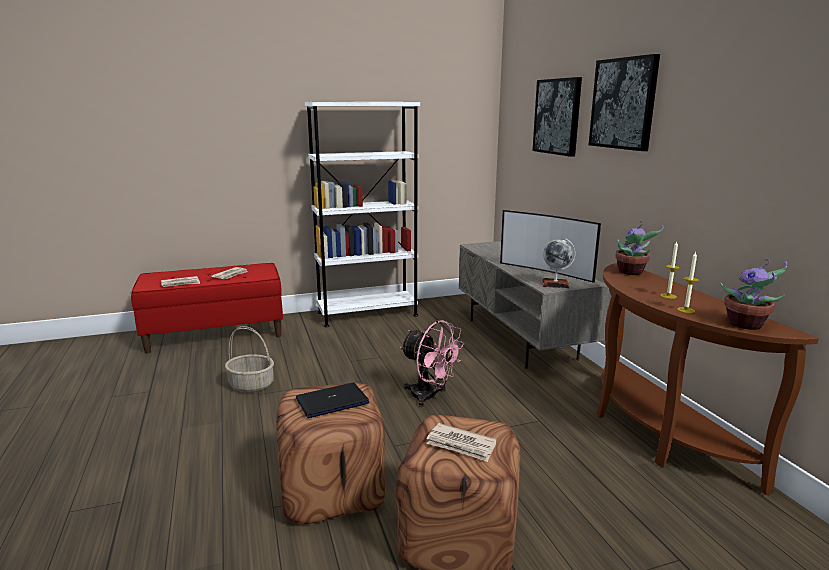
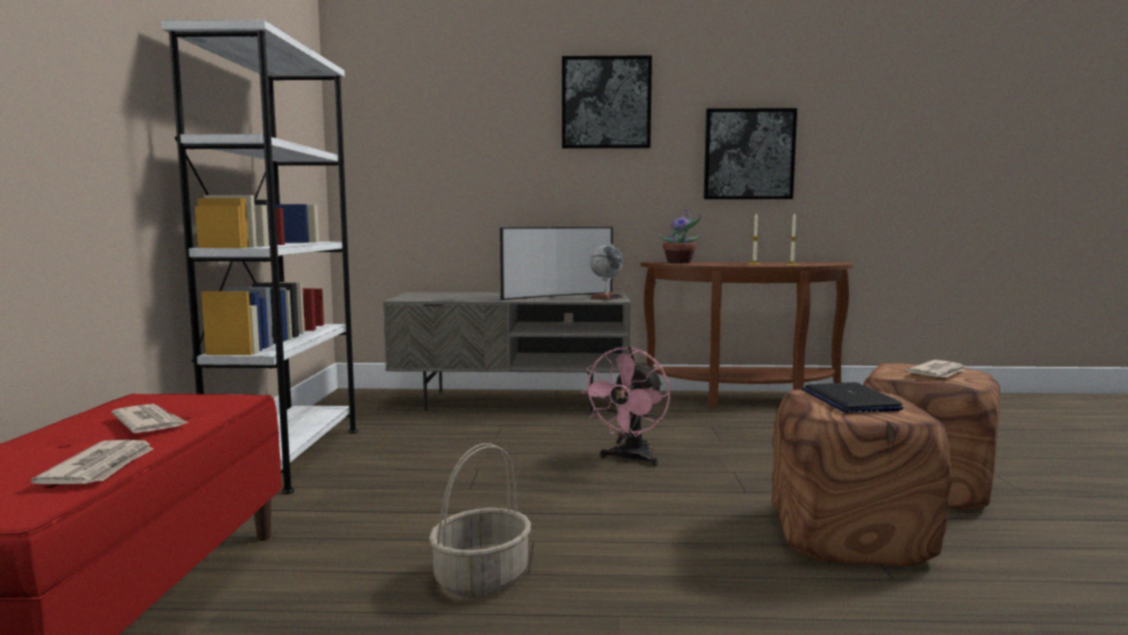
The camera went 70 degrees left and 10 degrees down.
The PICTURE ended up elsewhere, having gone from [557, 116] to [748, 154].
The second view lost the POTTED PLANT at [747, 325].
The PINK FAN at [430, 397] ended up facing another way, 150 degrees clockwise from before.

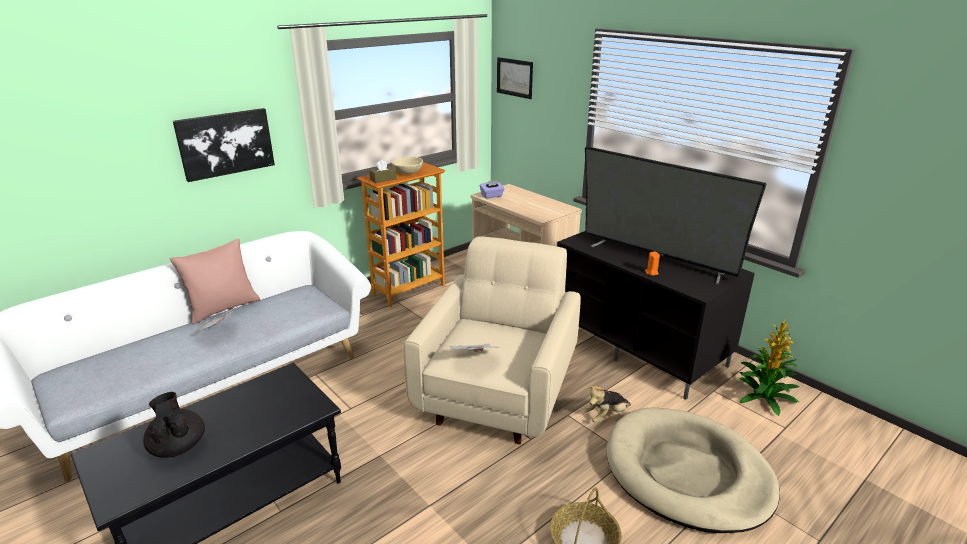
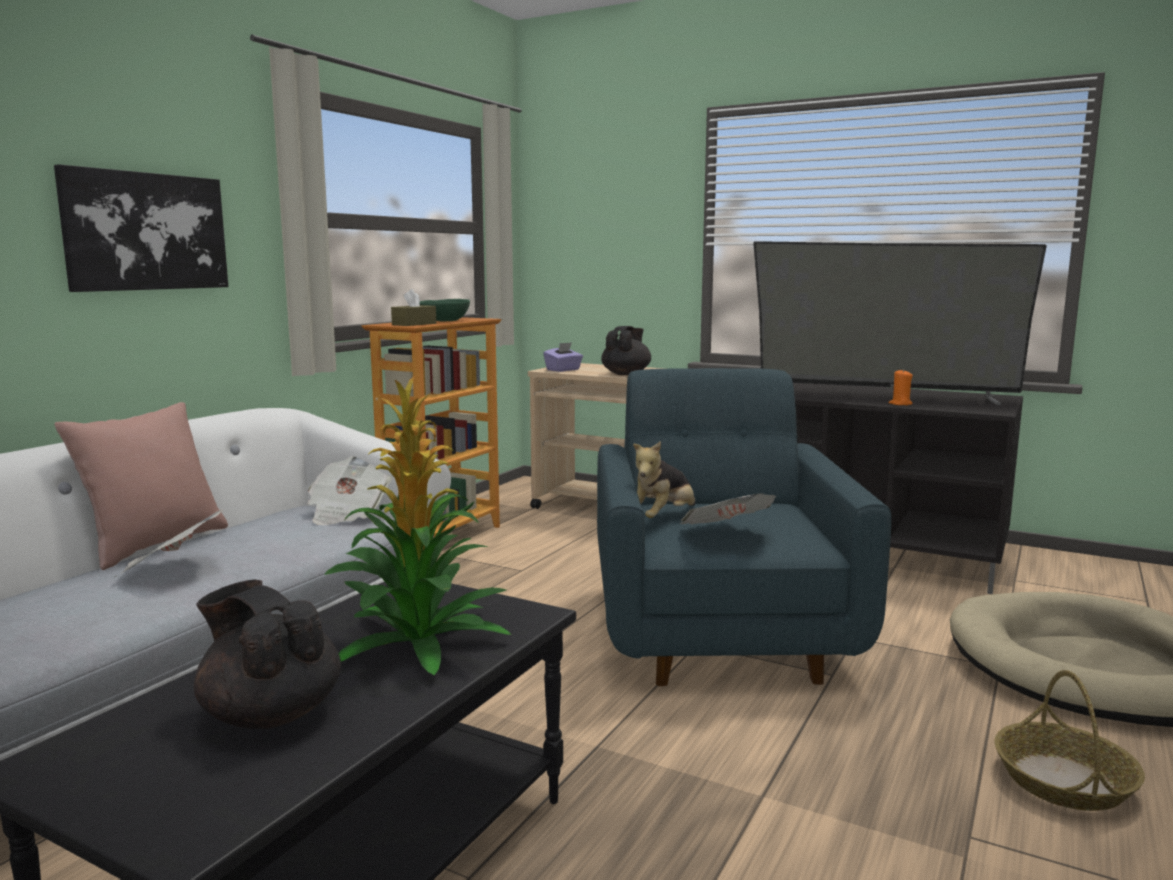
The camera went 20 degrees left and 15 degrees down.
The second view lost the PICTURE at [514, 77].
What was the BEIGE BOWL at [408, 172] turned into the GREEN BOWL at [444, 320].
What was the BEIGE ARMCHAIR at [497, 393] turned into the BLUE ARMCHAIR at [718, 631].
The POTTED PLANT ended up elsewhere, having gone from [764, 398] to [419, 643].
The PLUSH TOY ended up elsewhere, having gone from [606, 416] to [663, 518].
The second view gained the BLACK TEAPOT at [626, 374].
The second view gained the NEWSPAPER at [347, 513].

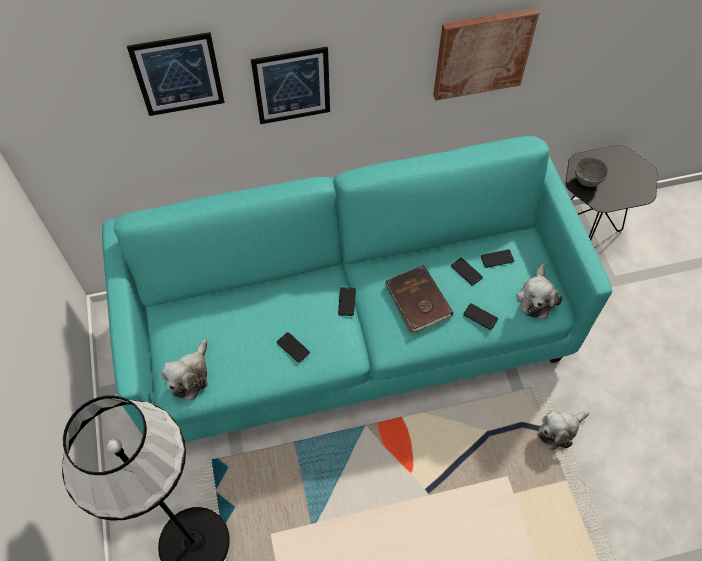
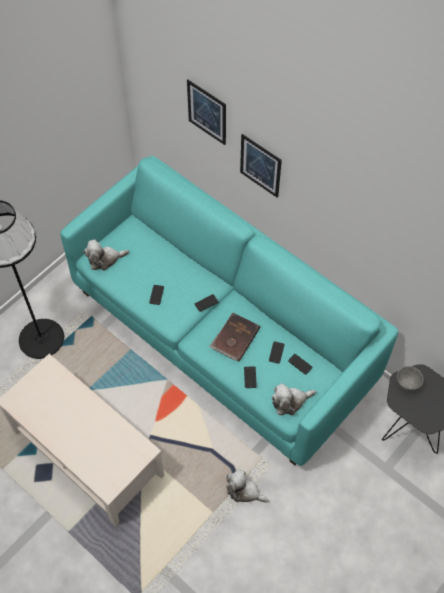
The camera went 55 degrees right and 0 degrees up.
The second view lost the PICTURE at [482, 53].

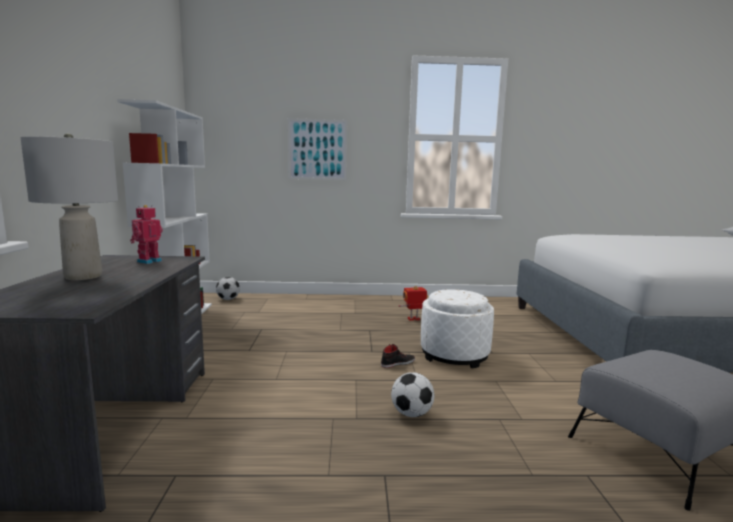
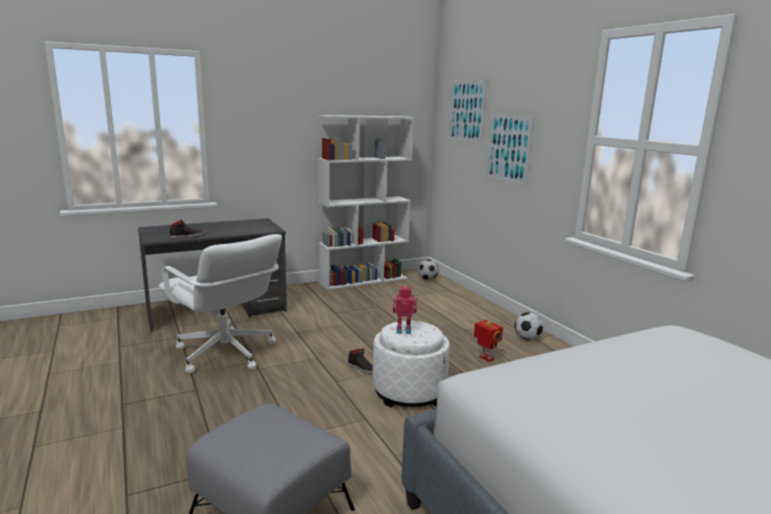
The camera went 65 degrees right and 5 degrees up.
The second view lost the GREY TABLE LAMP at [82, 276].
The TOY ROBOT ended up elsewhere, having gone from [148, 261] to [403, 330].
The FOOTBALL ended up elsewhere, having gone from [411, 414] to [527, 338].
The second view gained the PICTURE at [466, 111].
The second view gained the BLACK SHOE at [186, 236].
The second view gained the WHITE OFFICE CHAIR at [225, 354].

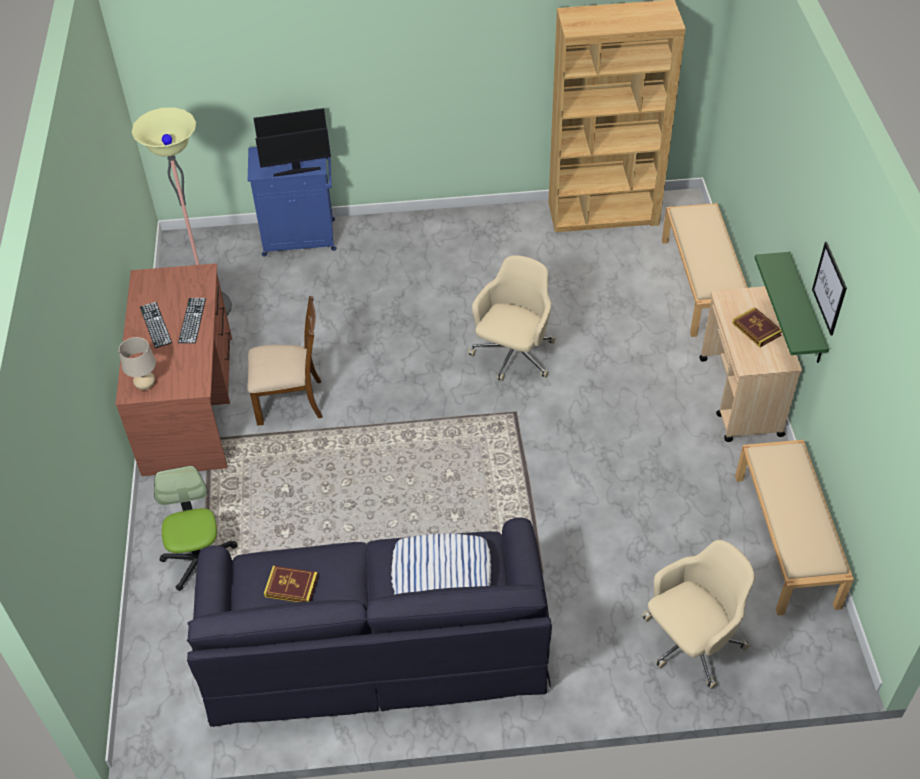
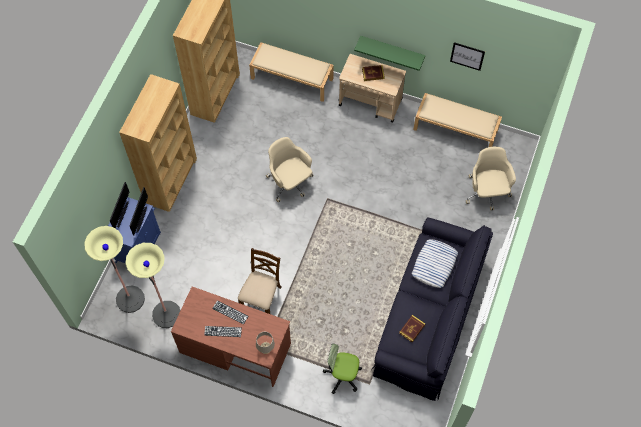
The camera went 65 degrees left and 15 degrees up.
The PICTURE ended up elsewhere, having gone from [829, 288] to [467, 56].
The second view gained the BROWN BOOKCASE at [171, 180].
The second view gained the FLOOR LAMP at [130, 299].

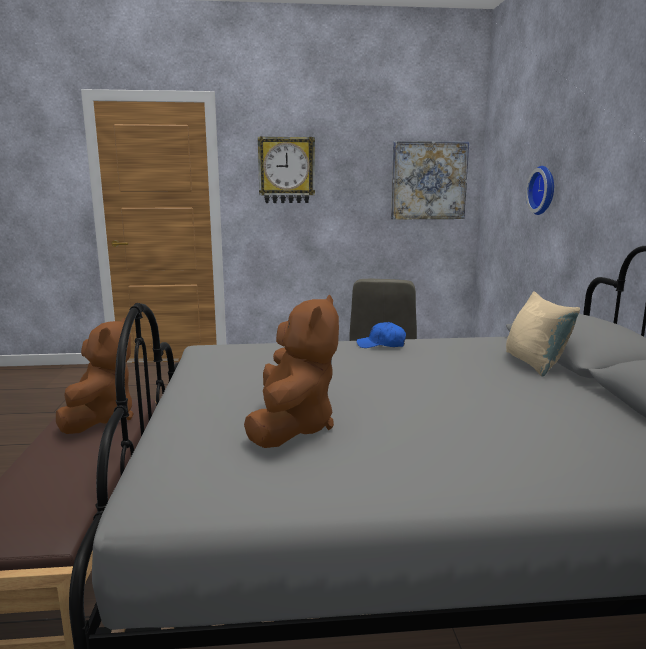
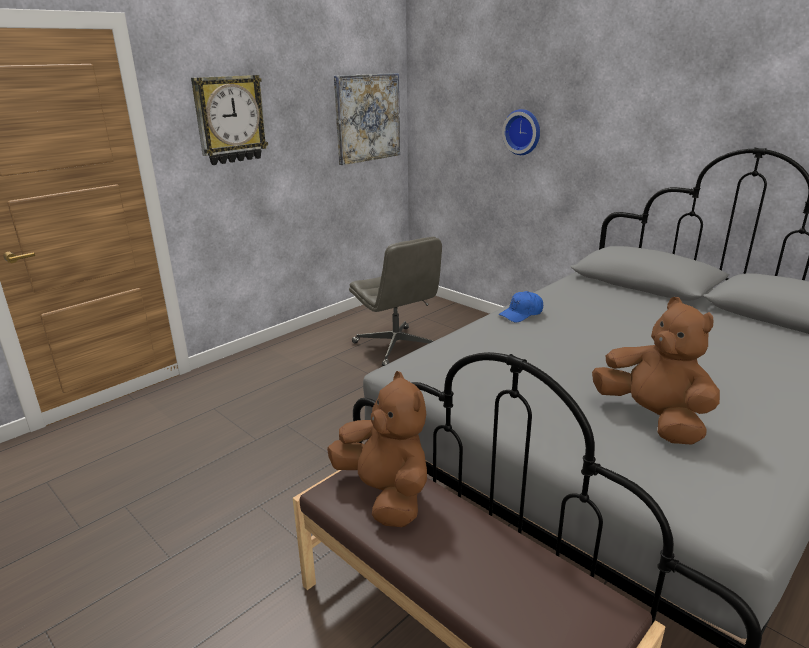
The camera went 40 degrees left and 10 degrees up.
The second view lost the BEIGE PILLOW at [534, 363].

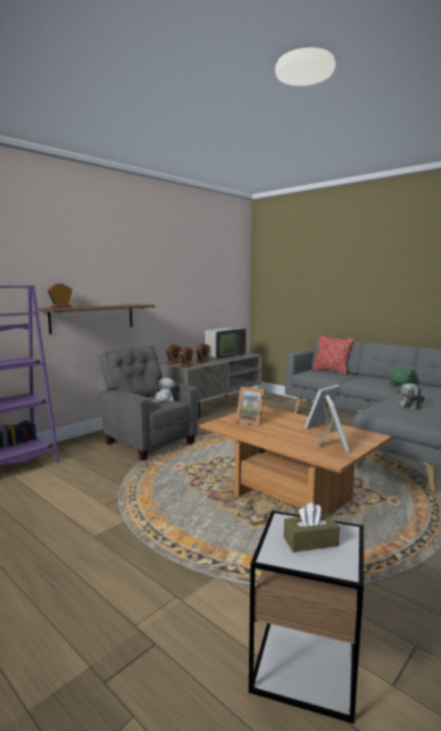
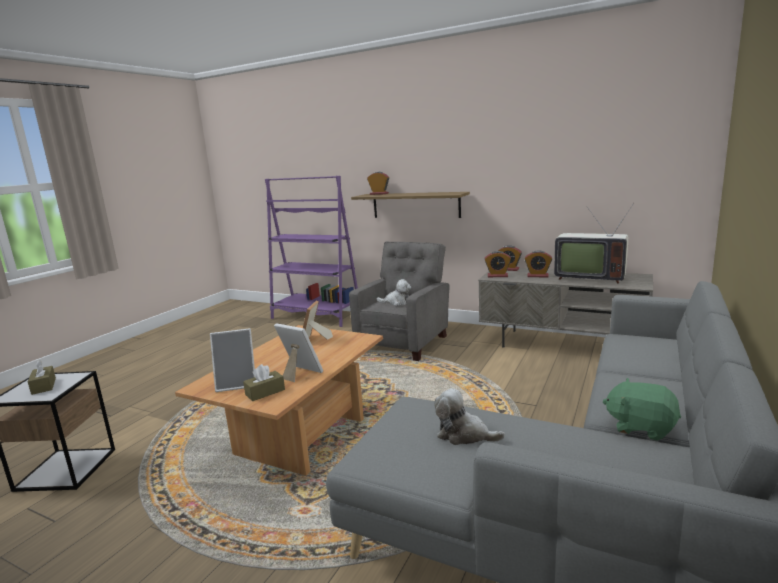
The camera went 75 degrees right and 5 degrees up.
The second view lost the PILLOW at [331, 371].
The second view gained the BROWN TISSUE BOX at [265, 392].

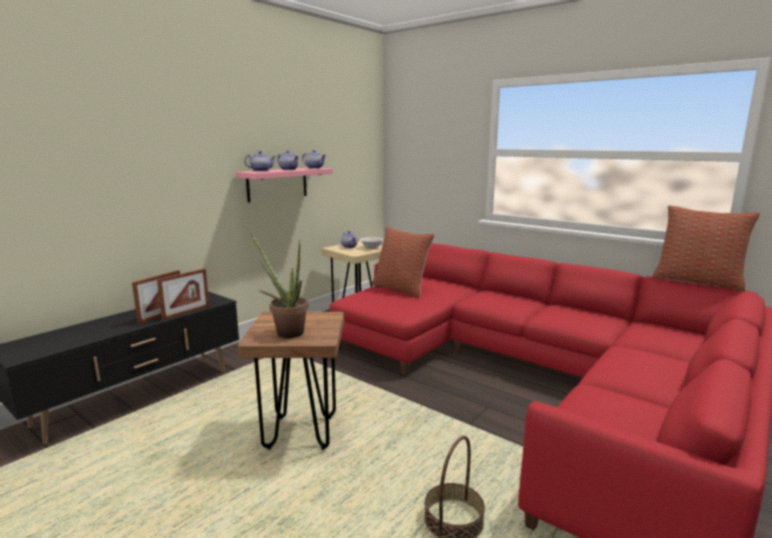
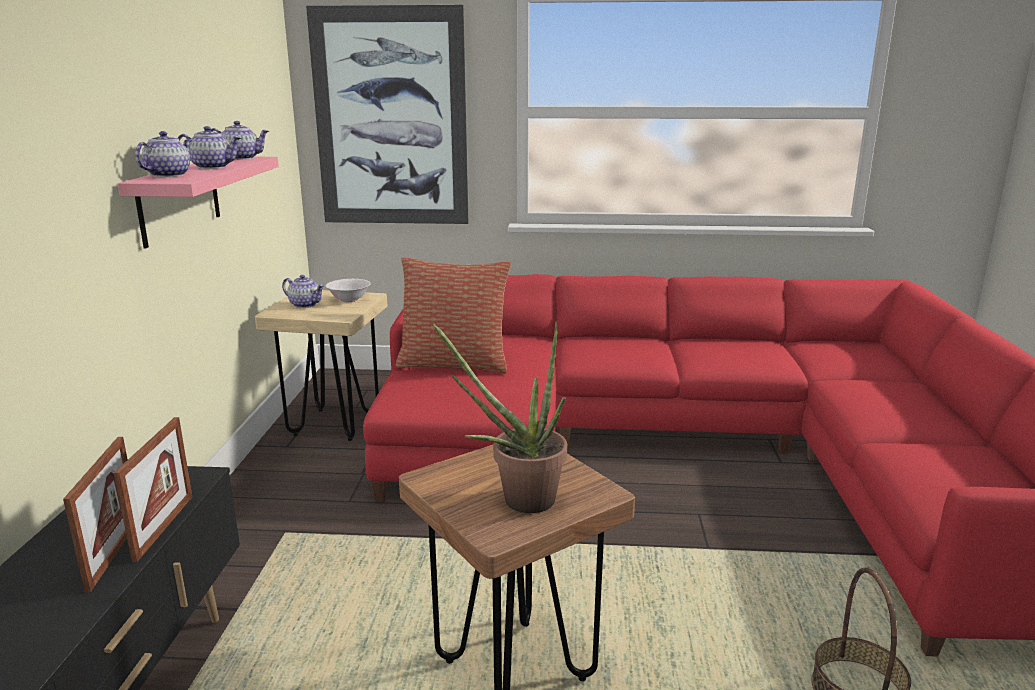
The camera went 35 degrees left and 5 degrees up.
The second view lost the PILLOW at [697, 281].
The second view gained the PICTURE at [391, 119].

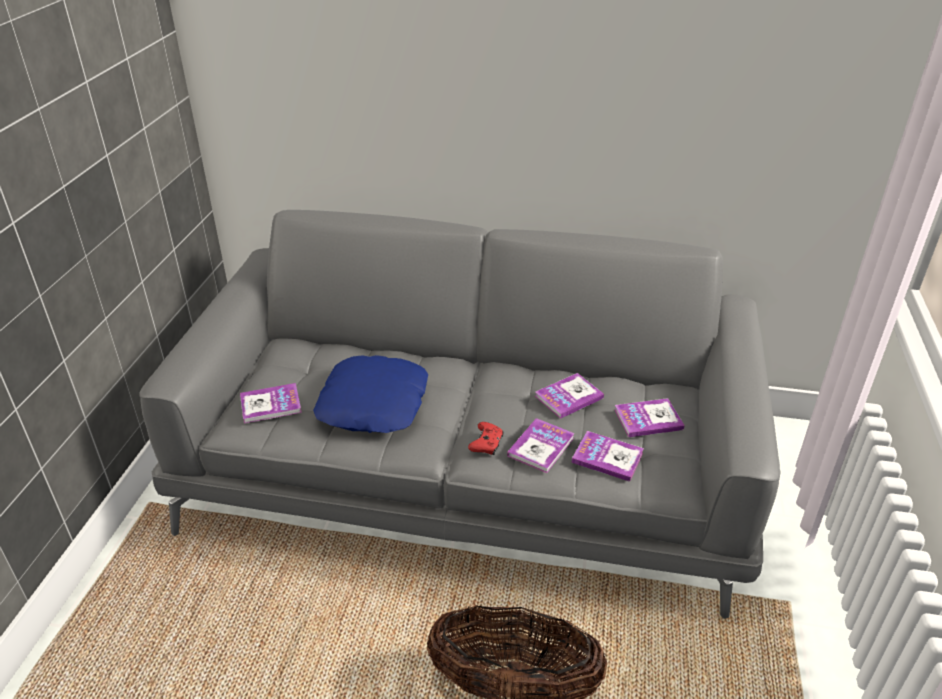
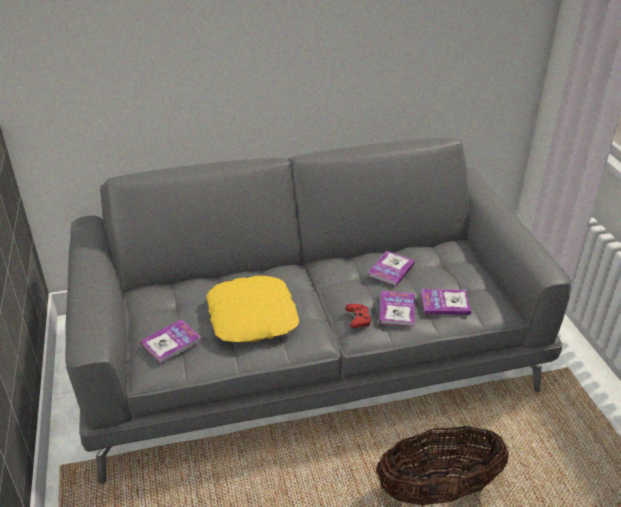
The camera went 25 degrees left and 0 degrees up.
What was the BLUE PILLOW at [374, 404] turned into the YELLOW PILLOW at [253, 317].
The second view lost the BOOK at [648, 419].

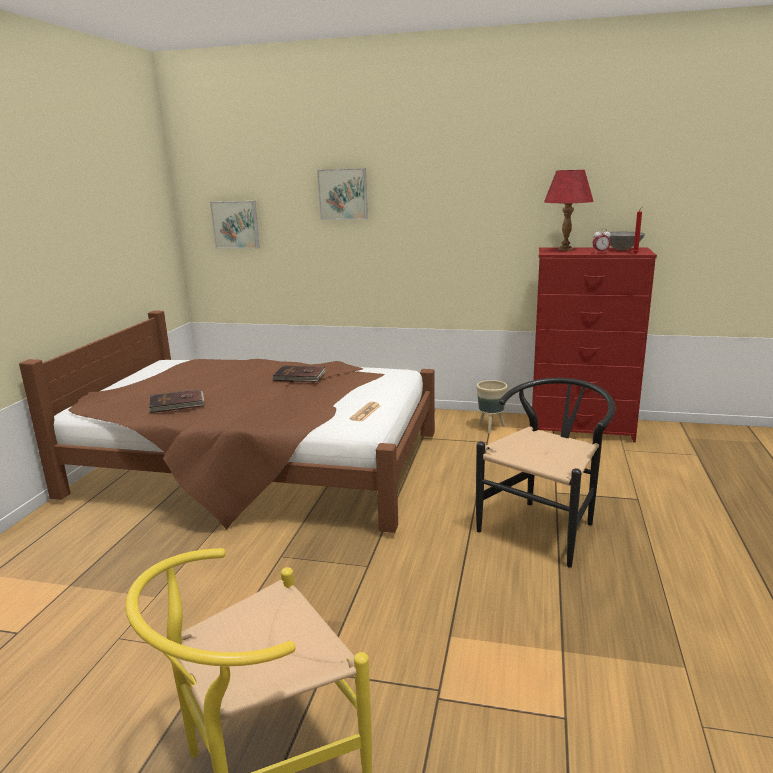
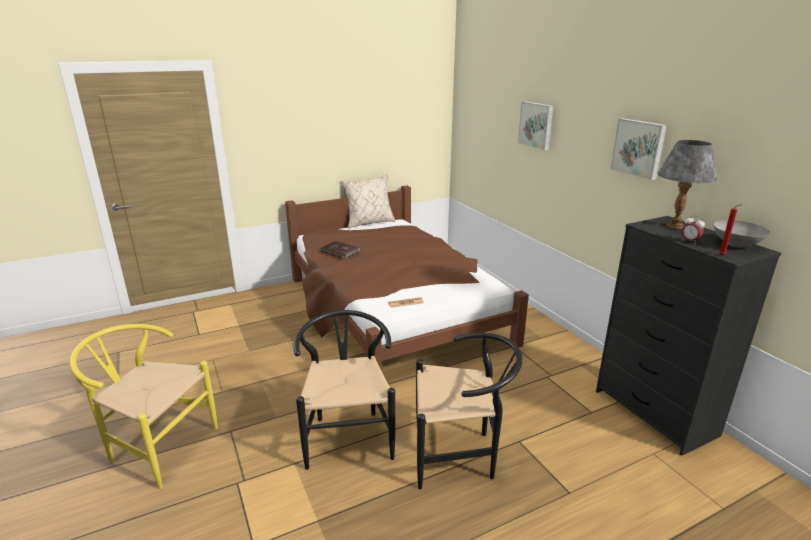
The camera went 50 degrees right and 5 degrees up.
What was the RED TABLE LAMP at [565, 249] turned into the GREY TABLE LAMP at [674, 226].
The PICTURE ended up elsewhere, having gone from [236, 224] to [639, 148].
What was the RED DRESSER at [582, 429] turned into the BLACK DRESSER at [655, 413].
The second view lost the BROWN BOOK at [299, 376].
The second view lost the BEIGE PLANTER at [490, 428].
The second view gained the BEIGE PILLOW at [369, 222].
The second view gained the BLACK CHAIR at [348, 434].

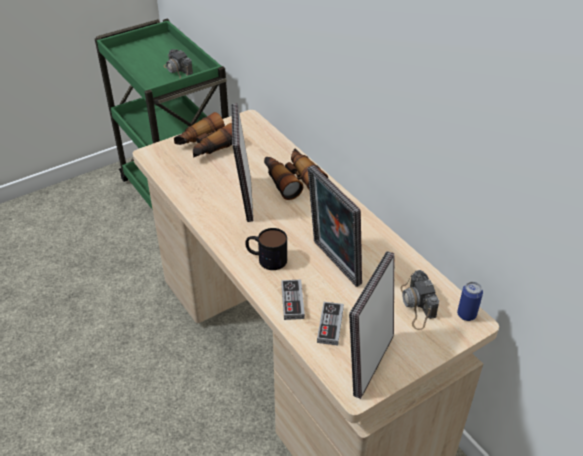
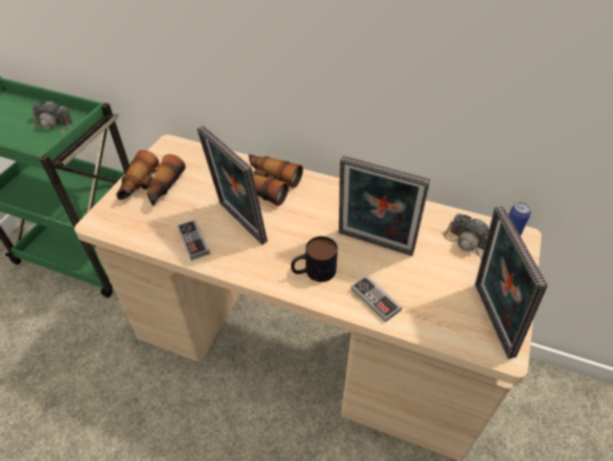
The camera went 35 degrees left and 5 degrees up.
The GAME CONTROLLER ended up elsewhere, having gone from [330, 325] to [193, 241].

